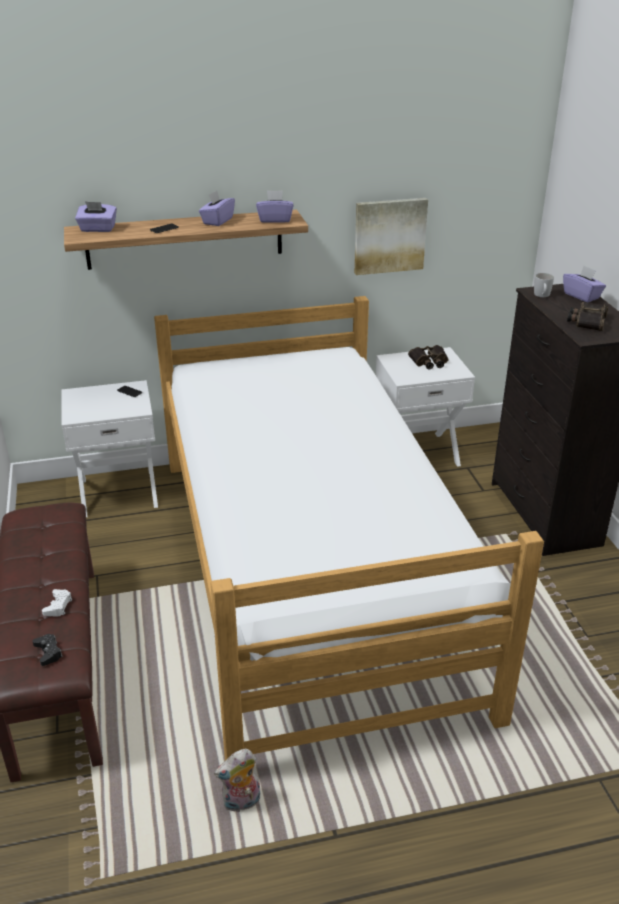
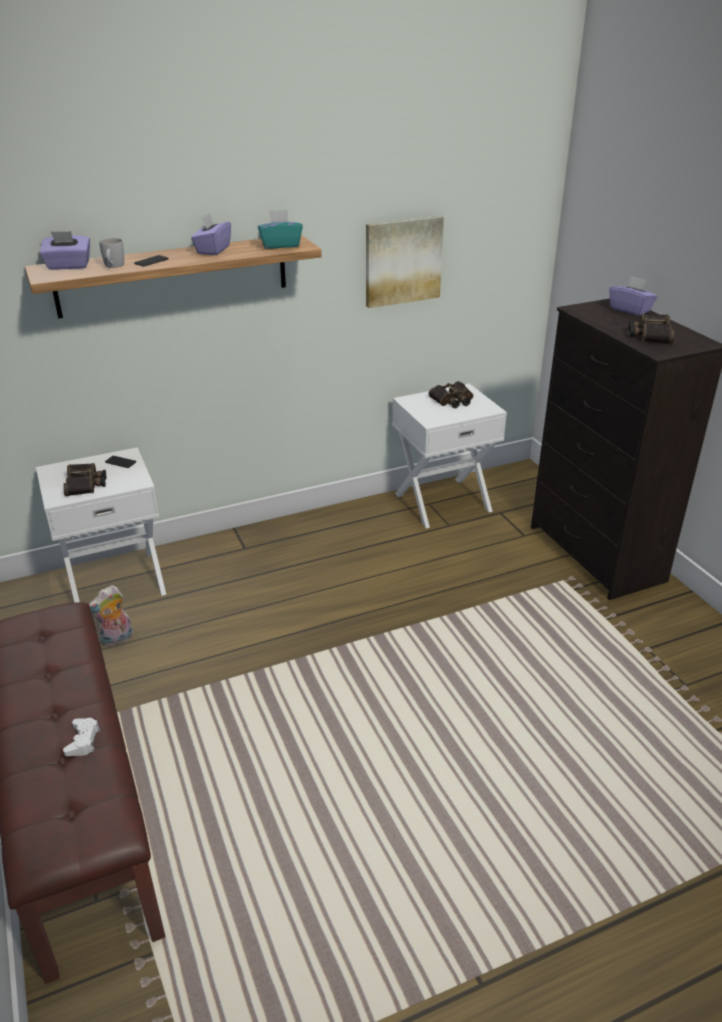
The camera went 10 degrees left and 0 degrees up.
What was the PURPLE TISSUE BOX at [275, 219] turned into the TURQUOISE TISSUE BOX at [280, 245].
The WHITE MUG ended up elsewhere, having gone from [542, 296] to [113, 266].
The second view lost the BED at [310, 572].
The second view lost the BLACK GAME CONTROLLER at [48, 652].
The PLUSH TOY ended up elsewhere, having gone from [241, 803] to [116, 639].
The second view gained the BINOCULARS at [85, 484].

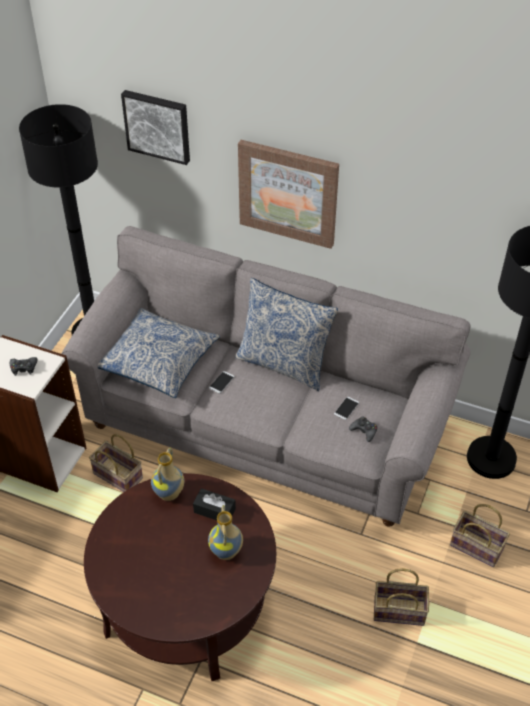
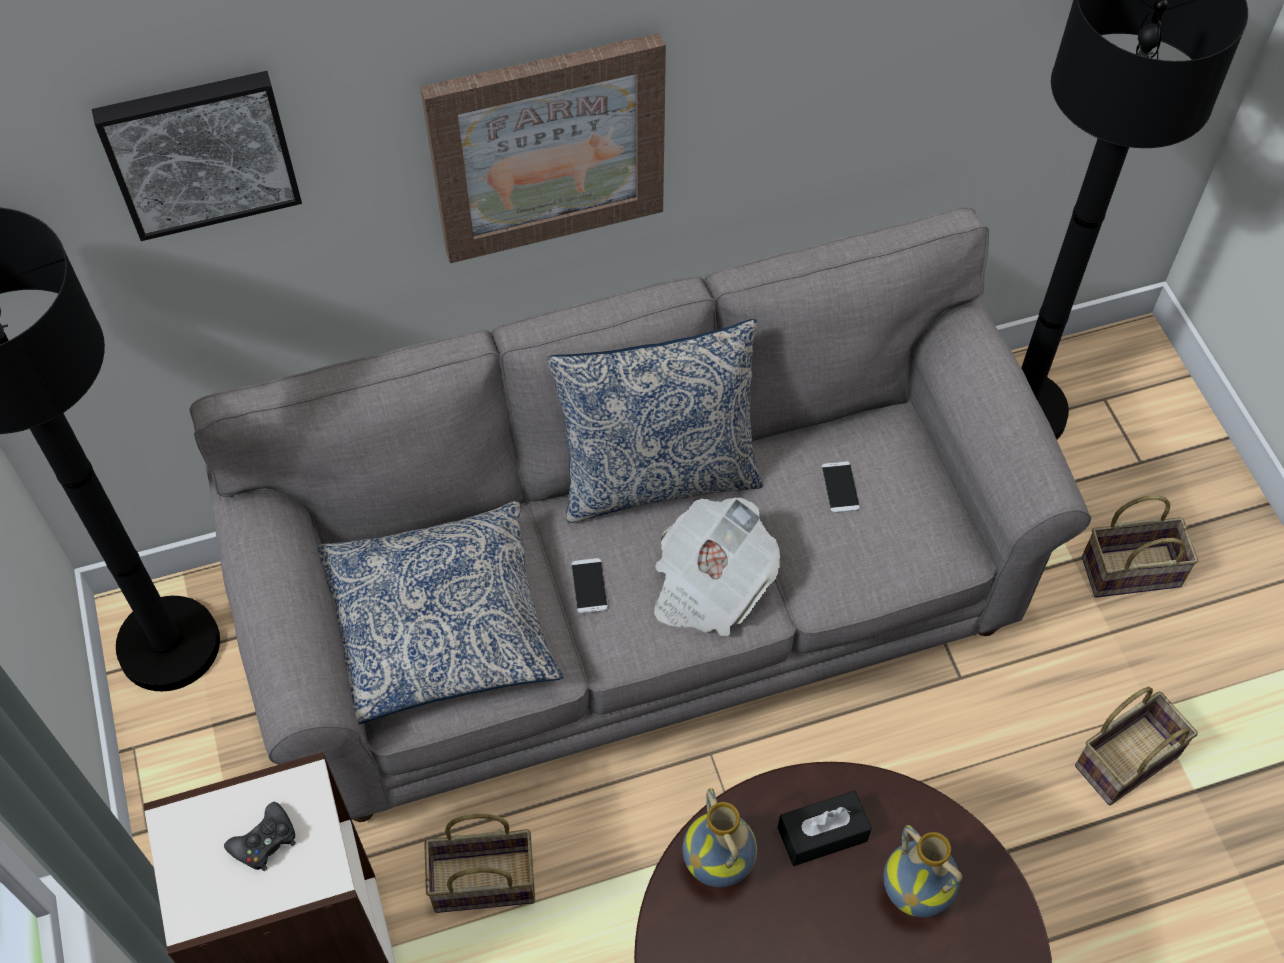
The camera went 40 degrees left and 10 degrees up.
The second view lost the BLACK GAME CONTROLLER at [364, 431].
The second view gained the NEWSPAPER at [709, 585].

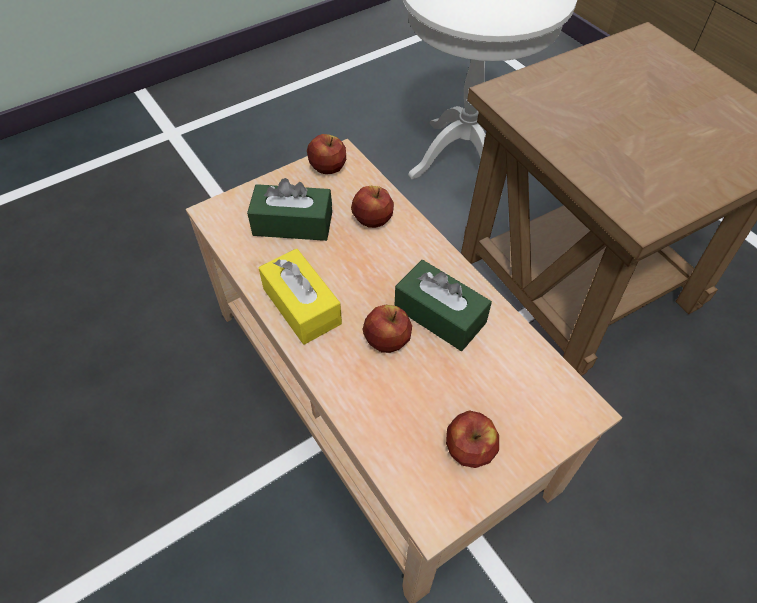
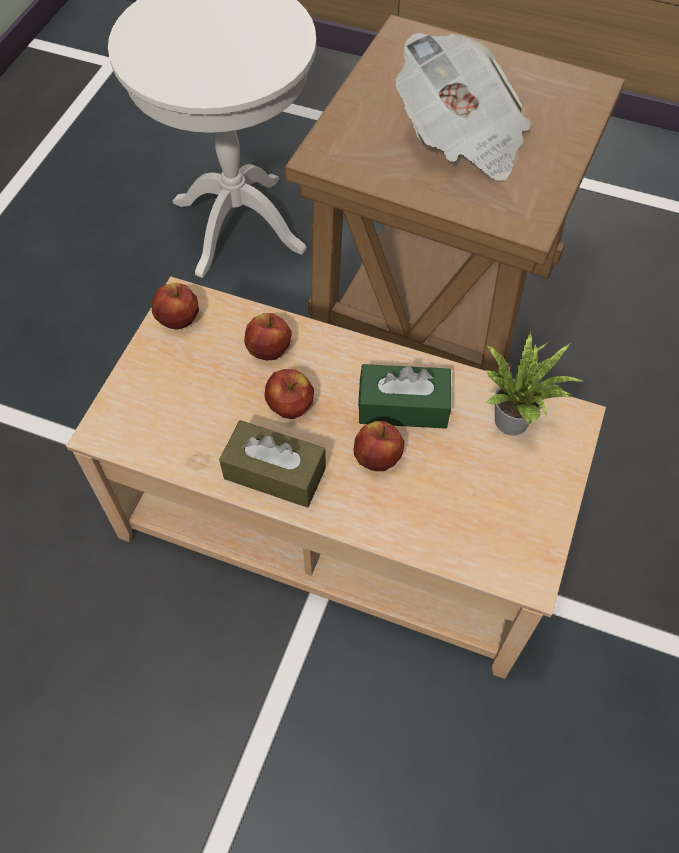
The camera went 35 degrees left and 5 degrees up.
The second view lost the GREEN TISSUE BOX at [293, 224].
What was the YELLOW TISSUE BOX at [302, 306] turned into the BROWN TISSUE BOX at [275, 473].
The APPLE ended up elsewhere, having gone from [469, 449] to [290, 405].
The second view gained the NEWSPAPER at [461, 137].
The second view gained the POTTED PLANT at [516, 419].

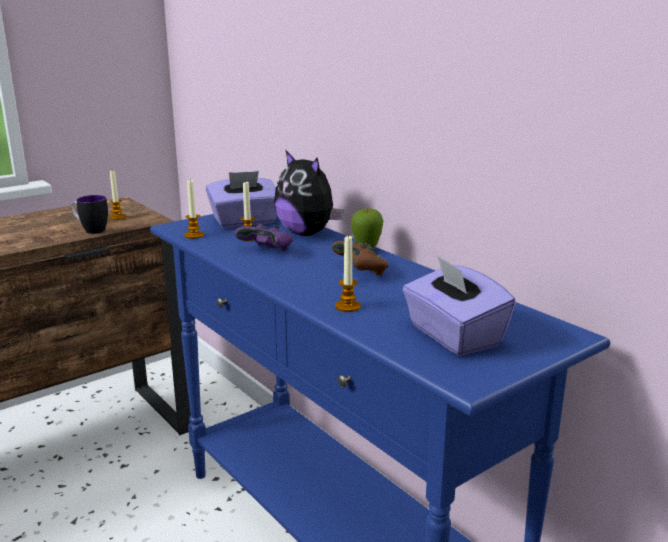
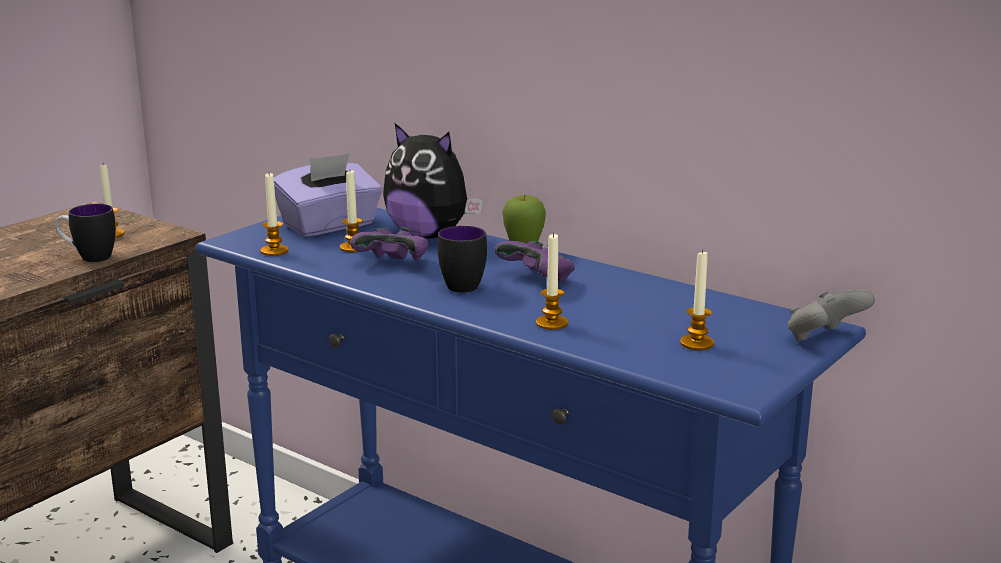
The camera went 15 degrees left and 0 degrees up.
What was the BROWN GAME CONTROLLER at [361, 272] turned into the PURPLE GAME CONTROLLER at [537, 279].
Where the PURPLE TISSUE BOX stood at [453, 336], the CANDLE came to stand at [697, 343].
The second view gained the MUG at [463, 284].
The second view gained the GREY GAME CONTROLLER at [823, 339].

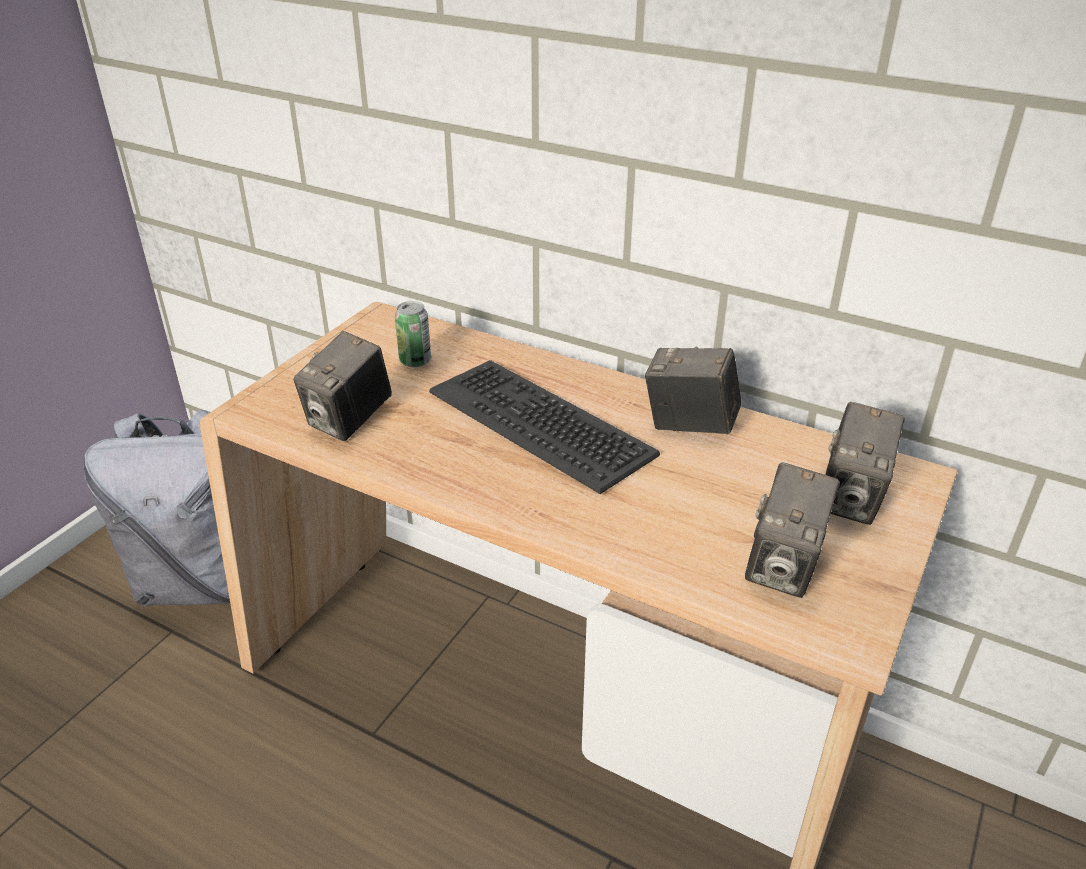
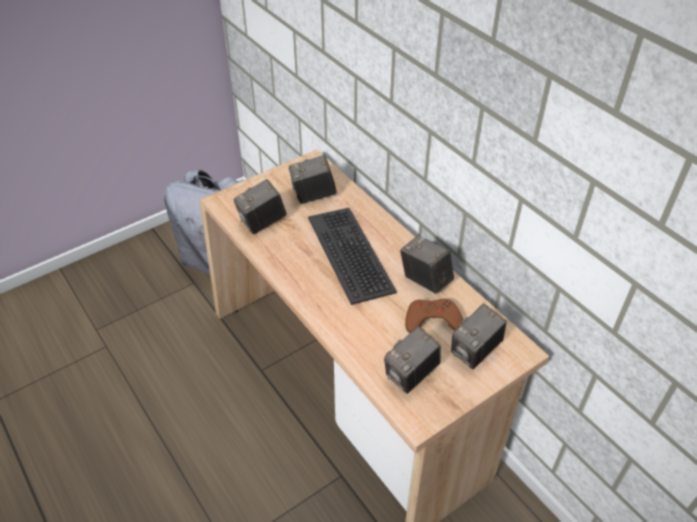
The camera went 25 degrees right and 10 degrees up.
Where the CAN stood at [415, 361], the PHOTO CAMERA came to stand at [313, 195].
The second view gained the BROWN GAME CONTROLLER at [432, 320].

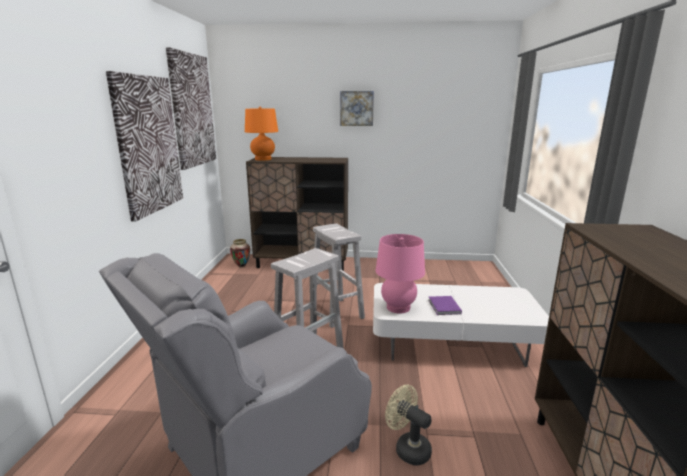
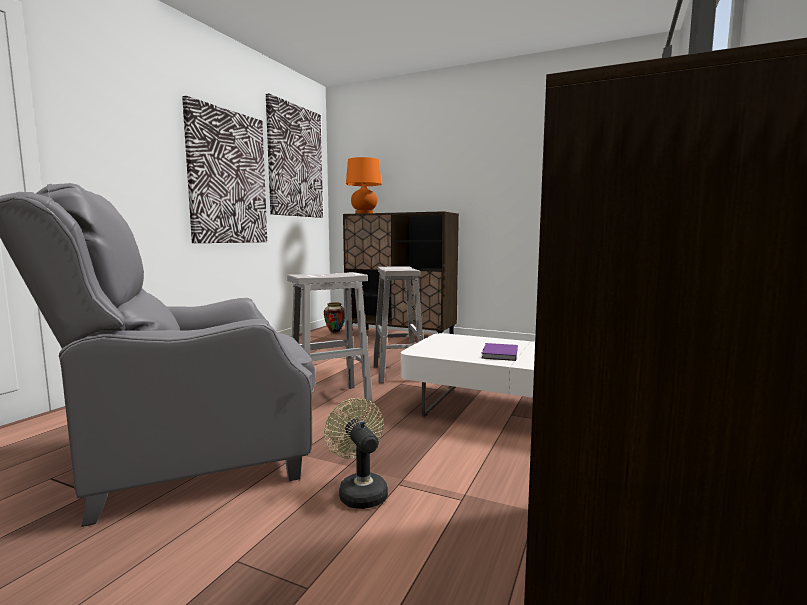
The camera went 20 degrees right and 10 degrees down.
The second view lost the PICTURE at [356, 108].
The second view lost the PINK TABLE LAMP at [398, 307].

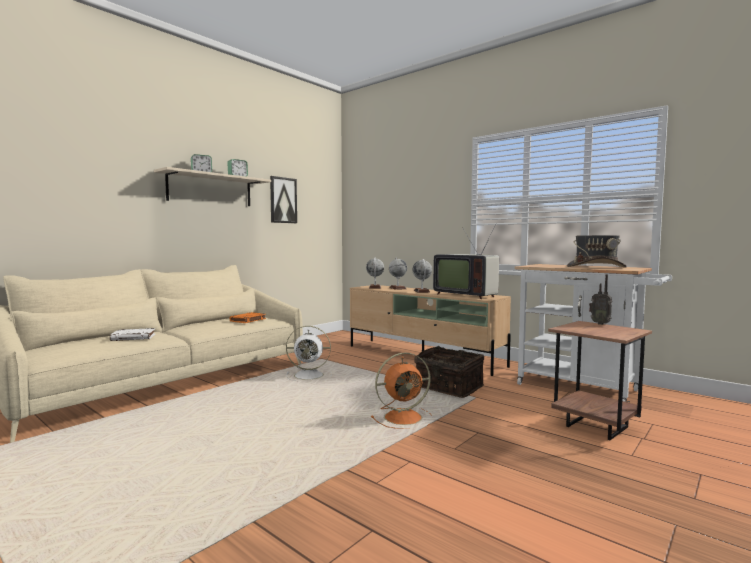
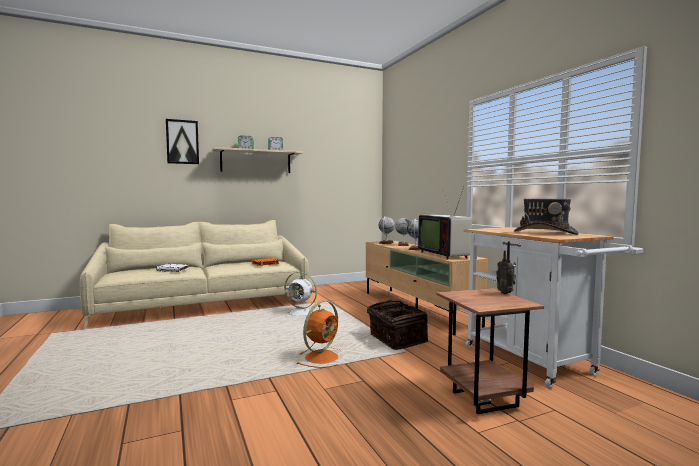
The camera went 25 degrees right and 0 degrees up.
The PICTURE ended up elsewhere, having gone from [283, 200] to [182, 142].
The ORANGE FAN at [404, 417] ended up facing another way, 60 degrees counterclockwise from before.

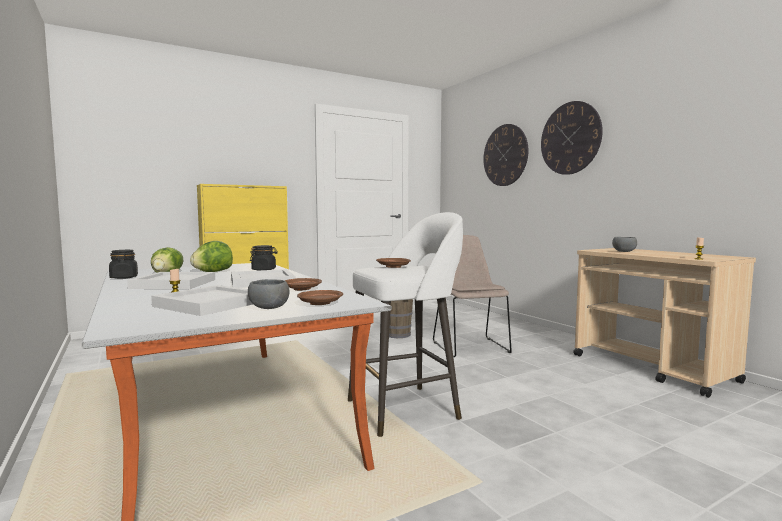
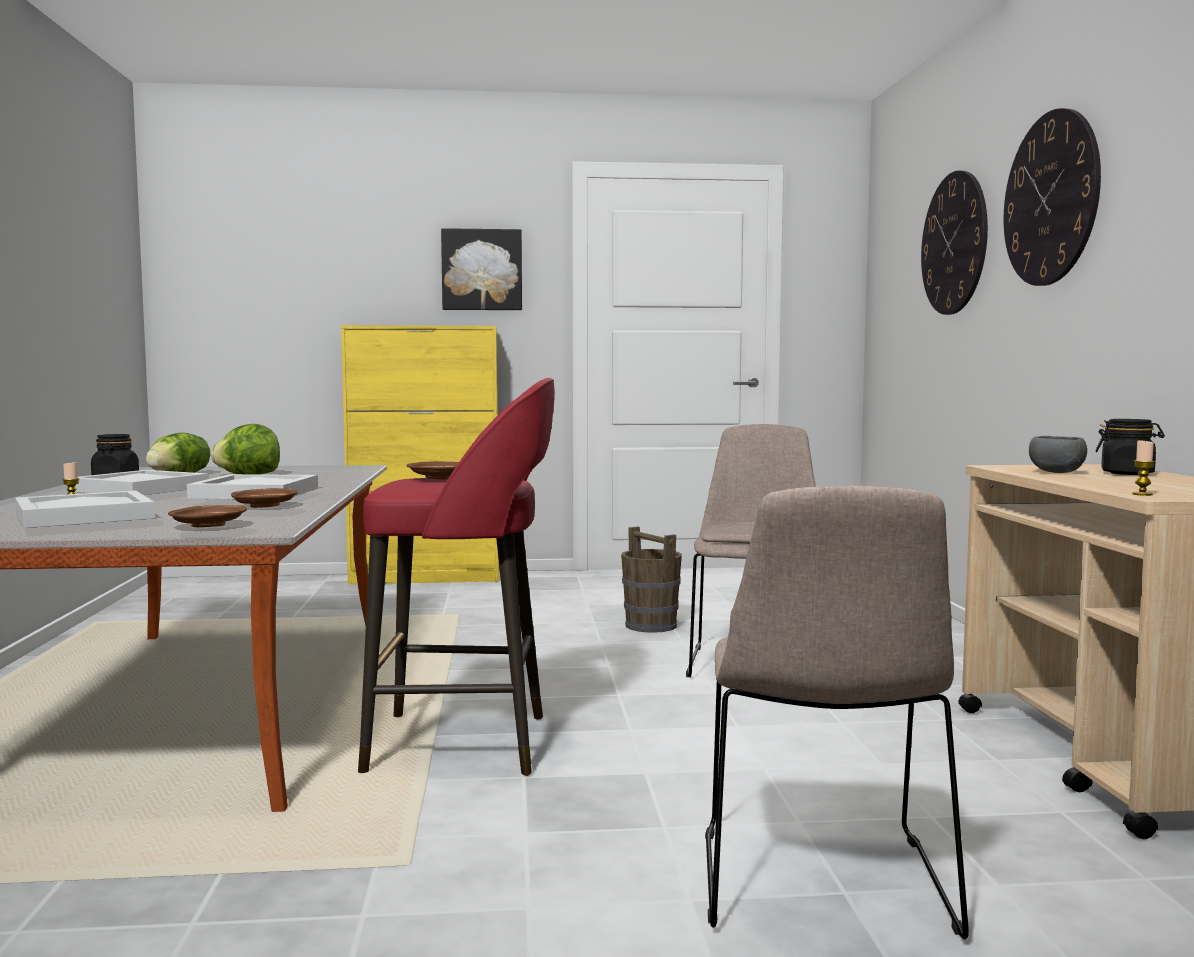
The camera went 25 degrees right and 0 degrees up.
What was the WHITE STOOL at [406, 409] turned into the RED STOOL at [464, 744].
The BLACK JAR ended up elsewhere, having gone from [264, 270] to [1127, 473].
The second view lost the GREY BOWL at [268, 308].
The second view gained the PICTURE at [482, 270].
The second view gained the BEIGE CHAIR at [822, 886].

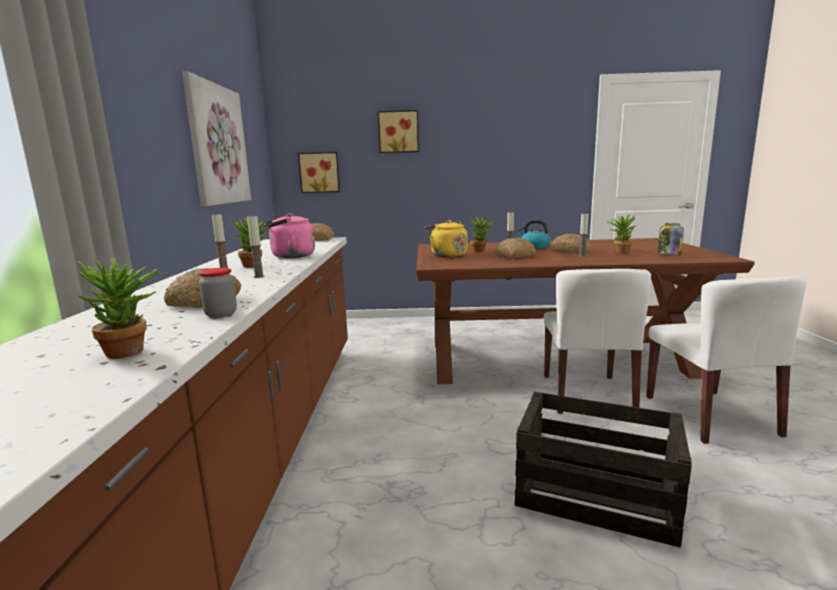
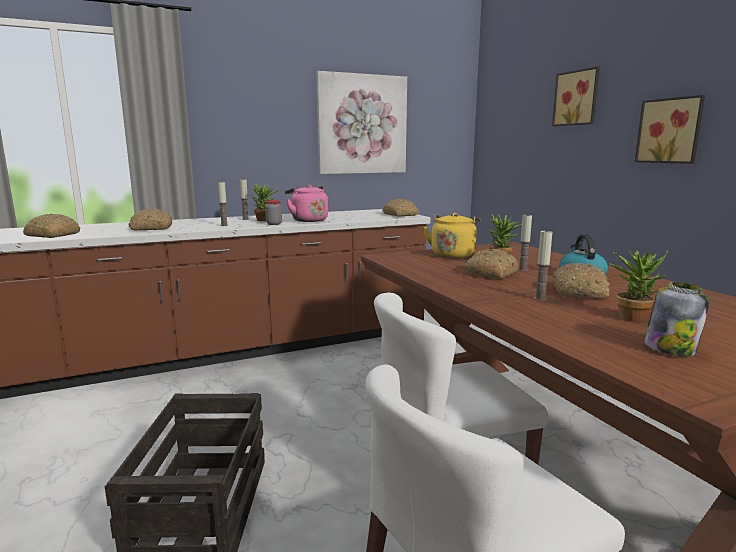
The camera went 65 degrees right and 0 degrees up.
The PICTURE ended up elsewhere, having gone from [319, 172] to [670, 131].
Where the POTTED PLANT stood at [132, 352], the BREAD came to stand at [52, 235].
The JAR ended up elsewhere, having gone from [221, 314] to [274, 224].

